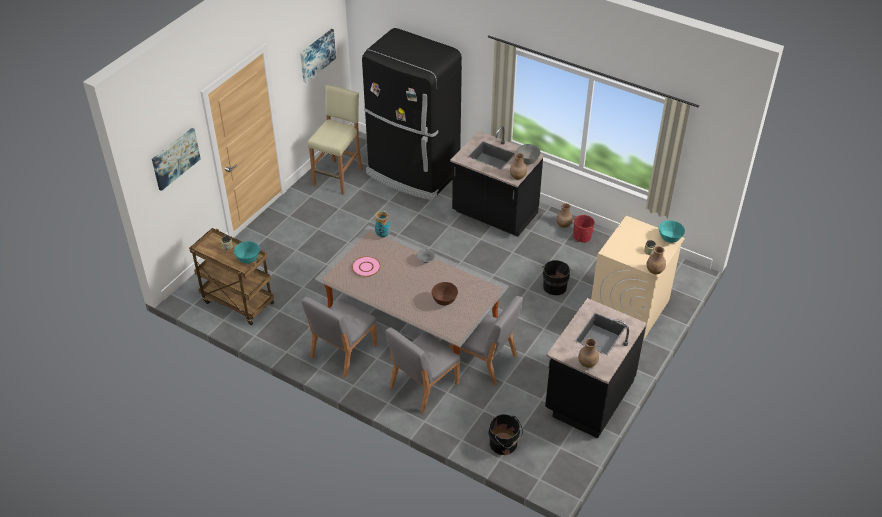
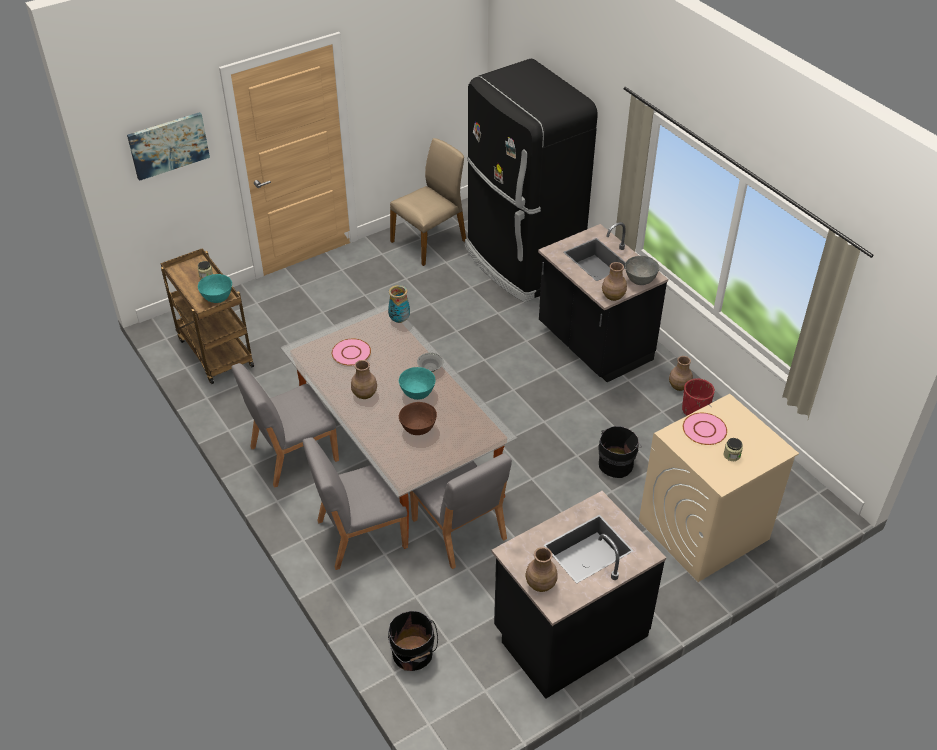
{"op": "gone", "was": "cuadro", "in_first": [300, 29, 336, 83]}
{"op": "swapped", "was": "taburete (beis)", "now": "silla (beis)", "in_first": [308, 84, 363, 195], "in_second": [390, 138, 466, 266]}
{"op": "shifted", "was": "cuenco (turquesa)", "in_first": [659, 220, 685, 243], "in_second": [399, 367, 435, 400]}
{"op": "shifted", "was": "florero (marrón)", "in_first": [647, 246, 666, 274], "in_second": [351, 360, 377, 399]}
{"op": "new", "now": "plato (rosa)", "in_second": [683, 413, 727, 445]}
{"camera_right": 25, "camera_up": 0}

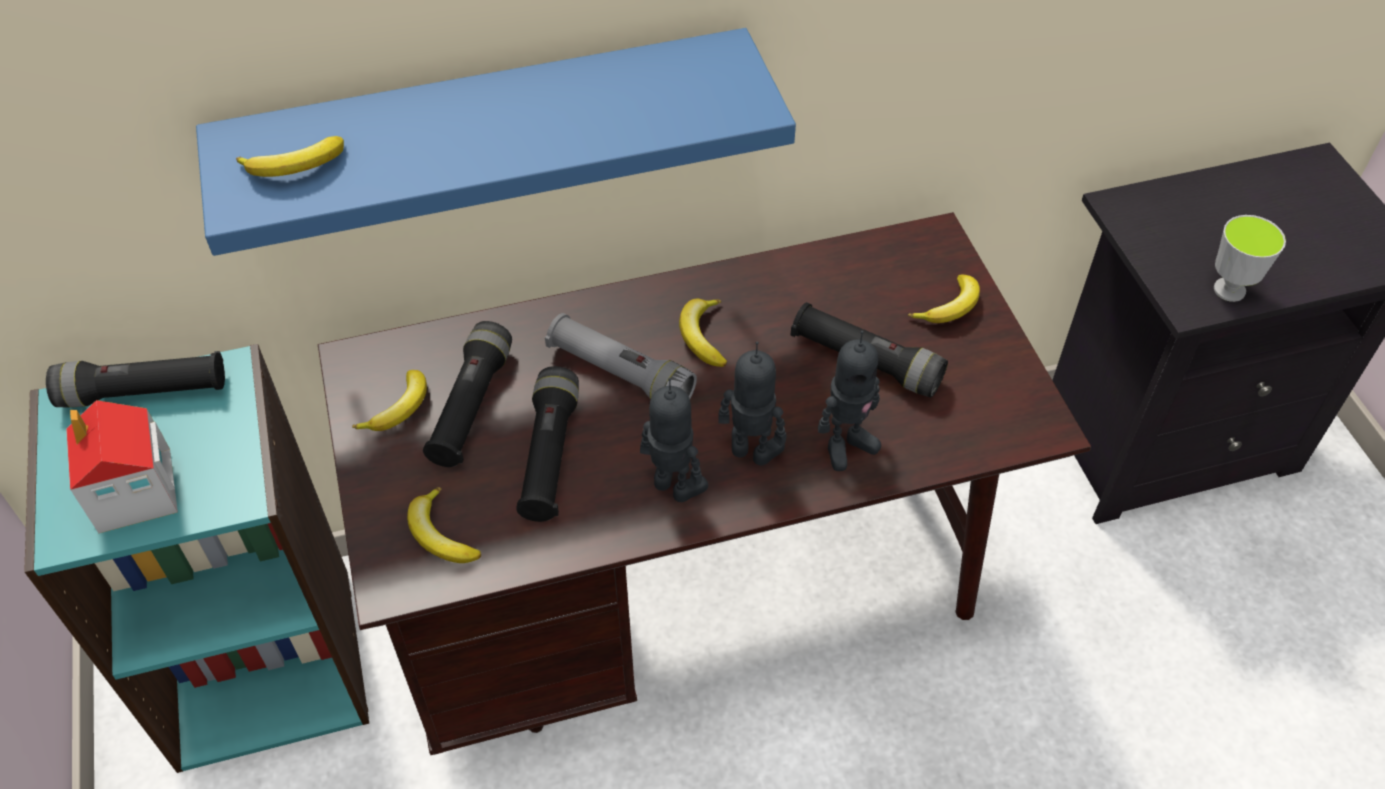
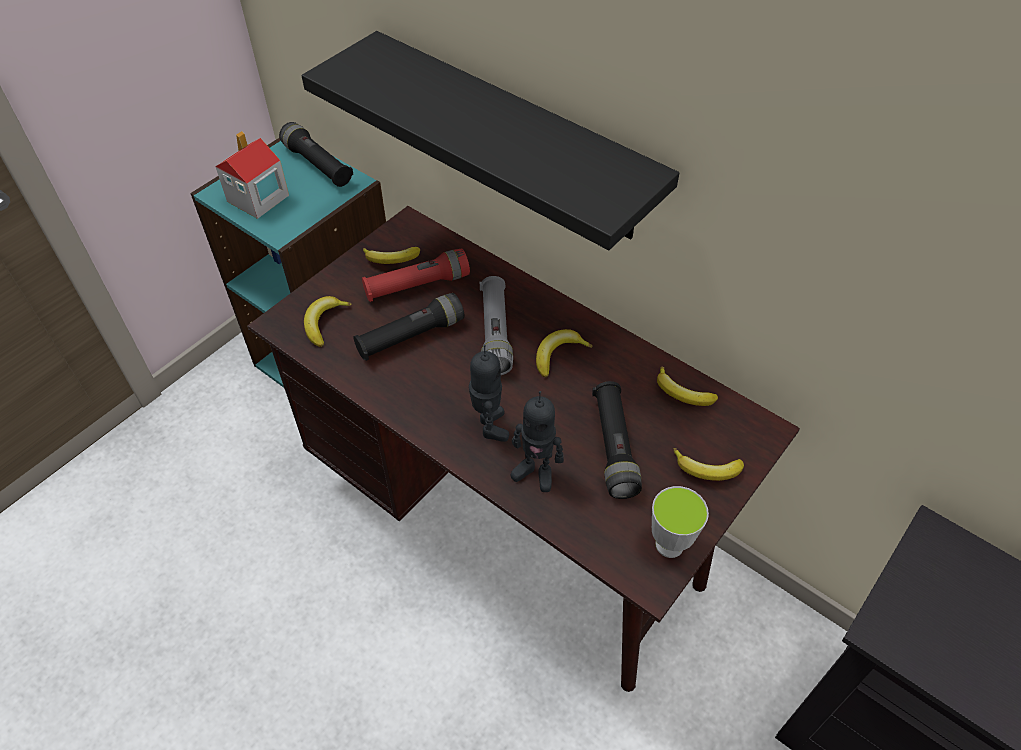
{"op": "repainted", "was": "estante (azul)", "now": "estante (negro)", "in_first": [196, 28, 796, 256], "in_second": [302, 31, 679, 250]}
{"op": "shifted", "was": "plátano", "in_first": [236, 136, 344, 177], "in_second": [657, 367, 718, 406]}
{"op": "shifted", "was": "taza", "in_first": [1214, 215, 1286, 302], "in_second": [652, 486, 709, 558]}
{"op": "repainted", "was": "linterna (negro)", "now": "linterna (rojo)", "in_first": [423, 321, 512, 467], "in_second": [362, 249, 470, 302]}
{"op": "gone", "was": "robot de juguete", "in_first": [640, 378, 708, 502]}
{"camera_right": 55, "camera_up": 0}

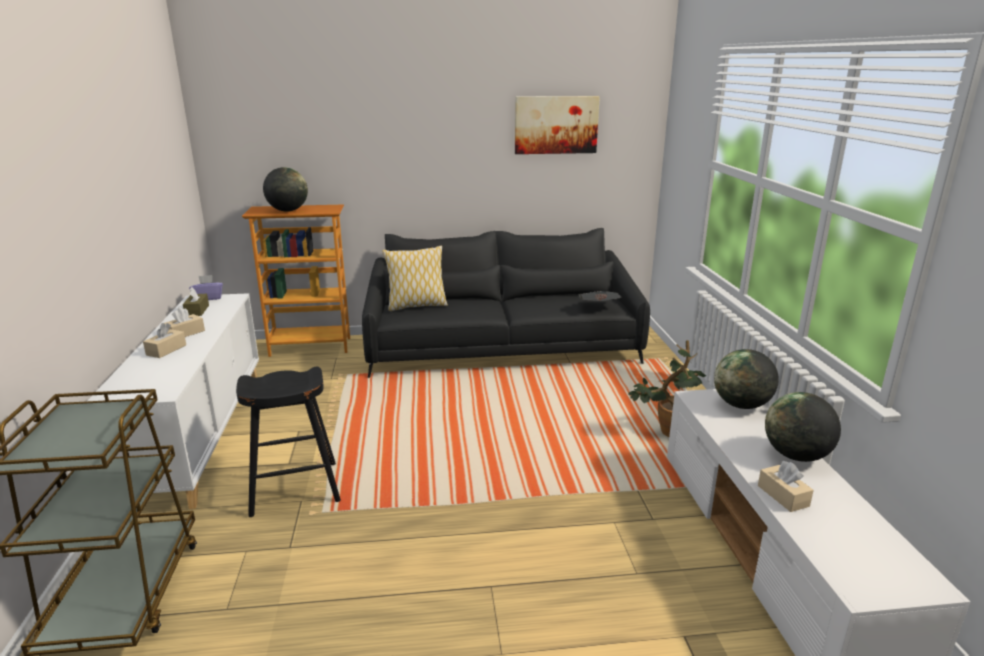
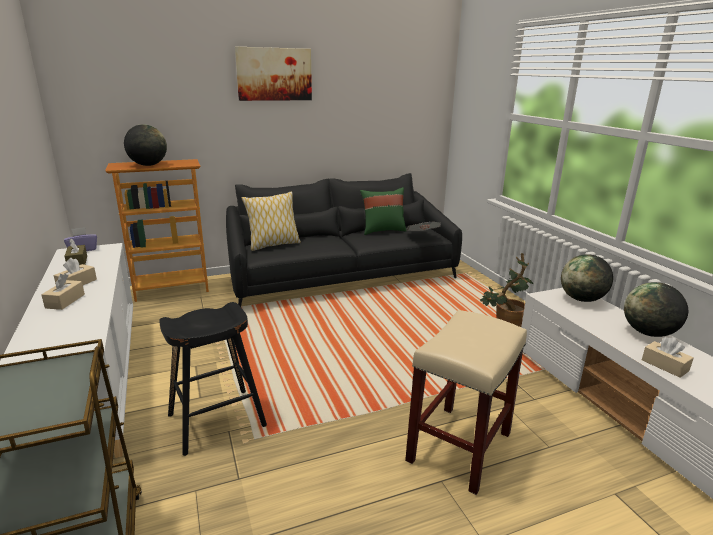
{"op": "shifted", "was": "cuadro", "in_first": [515, 96, 600, 154], "in_second": [235, 47, 312, 101]}
{"op": "new", "now": "cojín (verde)", "in_second": [360, 187, 407, 235]}
{"op": "new", "now": "taburete (beis)", "in_second": [405, 310, 527, 495]}
{"camera_right": -15, "camera_up": 0}

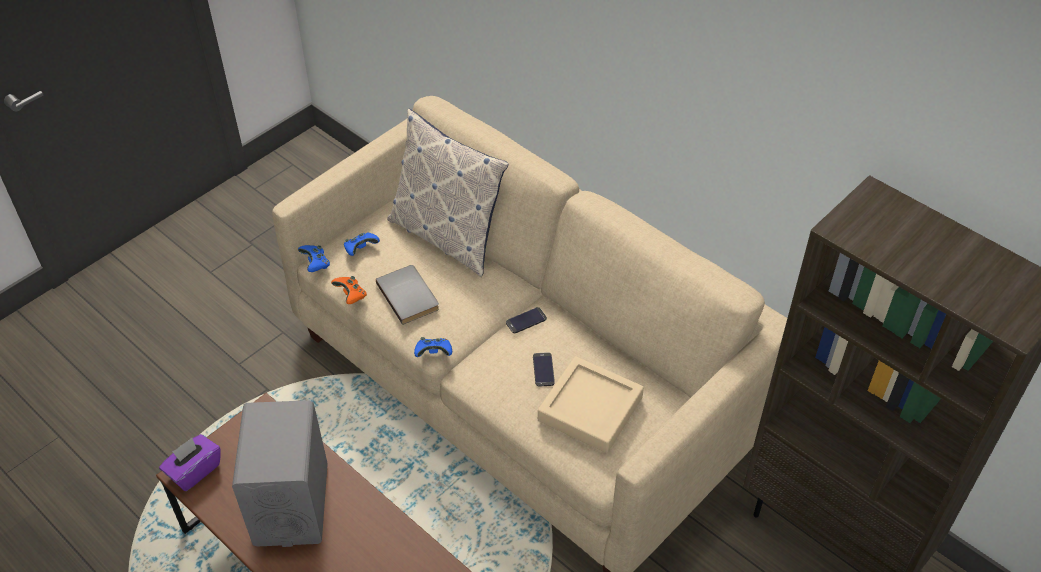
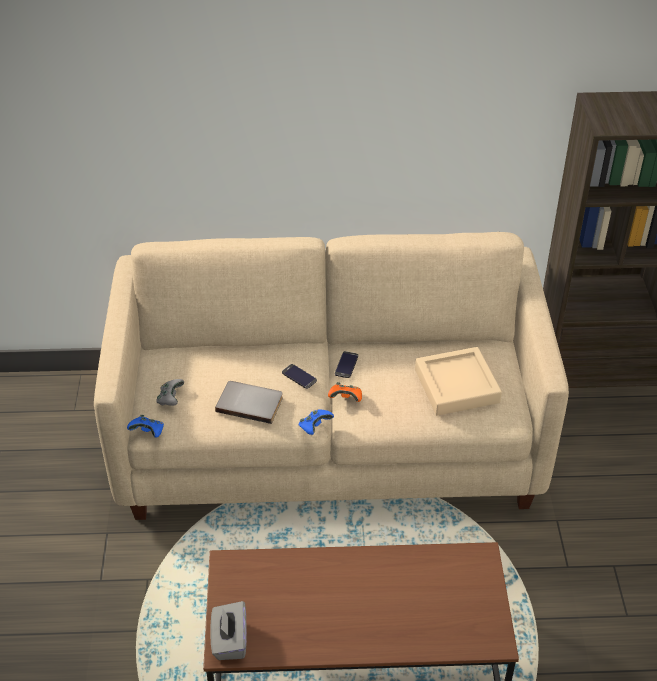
{"op": "gone", "was": "cojín", "in_first": [387, 109, 509, 277]}
{"op": "repainted", "was": "mando de consola (azul)", "now": "mando de consola (gris)", "in_first": [344, 232, 380, 256], "in_second": [156, 379, 184, 406]}
{"op": "shifted", "was": "mando de consola (naranja)", "in_first": [331, 276, 367, 304], "in_second": [328, 382, 362, 402]}
{"op": "shifted", "was": "móvil", "in_first": [533, 352, 555, 387], "in_second": [282, 364, 317, 389]}
{"op": "gone", "was": "altavoz (gris)", "in_first": [232, 400, 328, 547]}
{"op": "repainted", "was": "caja de pañuelos (morado)", "now": "caja de pañuelos (gris)", "in_first": [159, 434, 221, 491], "in_second": [210, 601, 247, 660]}
{"camera_right": -45, "camera_up": -5}

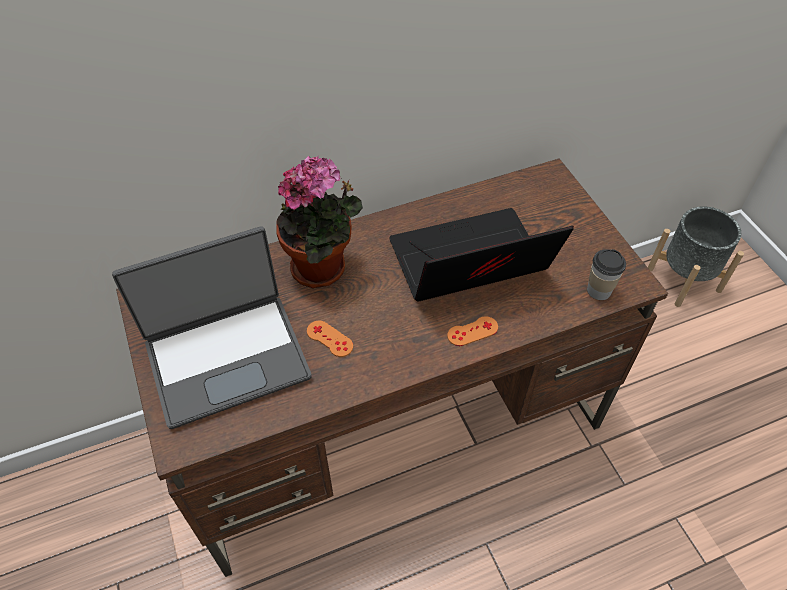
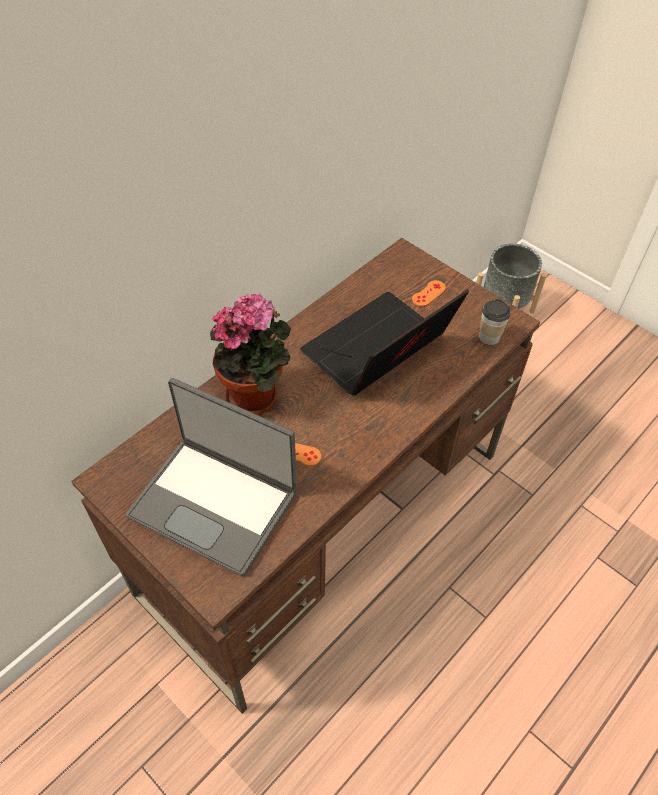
{"op": "rotated", "was": "portátil", "in_first": [112, 227, 312, 429], "in_second": [126, 378, 297, 576], "clockwise": 75}
{"op": "shifted", "was": "mando de consola (naranja)", "in_first": [447, 316, 498, 346], "in_second": [412, 280, 446, 307]}
{"camera_right": -25, "camera_up": 0}

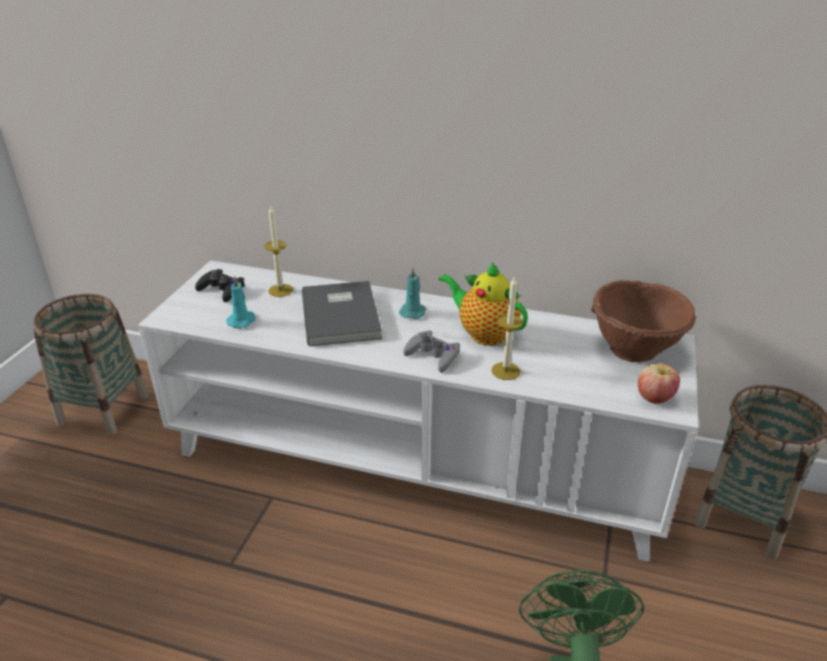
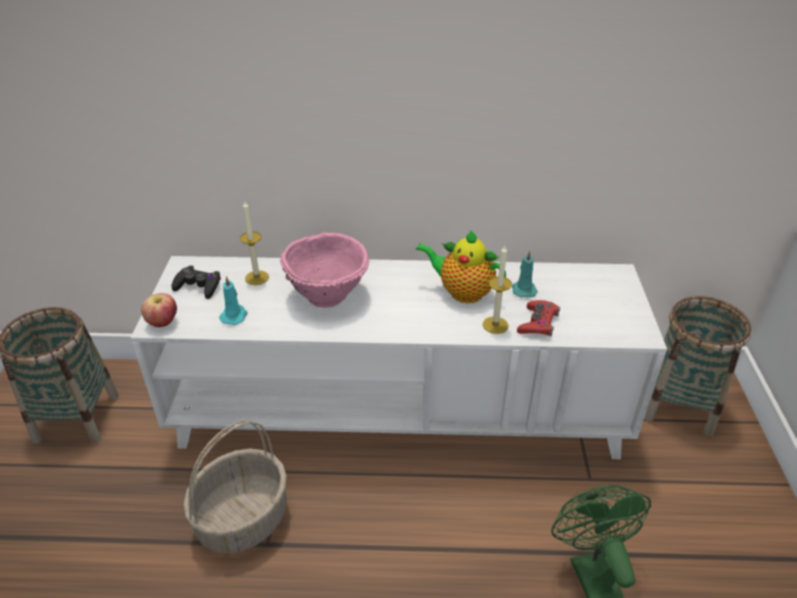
{"op": "shifted", "was": "vela (turquesa)", "in_first": [399, 268, 426, 319], "in_second": [512, 250, 538, 298]}
{"op": "gone", "was": "cuenco (marrón)", "in_first": [591, 280, 696, 362]}
{"op": "swapped", "was": "libro (gris)", "now": "cuenco (rosa)", "in_first": [302, 281, 382, 346], "in_second": [280, 232, 369, 308]}
{"op": "gone", "was": "mando de consola (gris)", "in_first": [404, 330, 460, 373]}
{"op": "shifted", "was": "manzana", "in_first": [638, 363, 680, 403], "in_second": [141, 293, 177, 327]}
{"op": "new", "now": "mando de consola (rojo)", "in_second": [517, 300, 560, 336]}
{"op": "new", "now": "cesta", "in_second": [183, 420, 287, 553]}
{"camera_right": -15, "camera_up": 5}

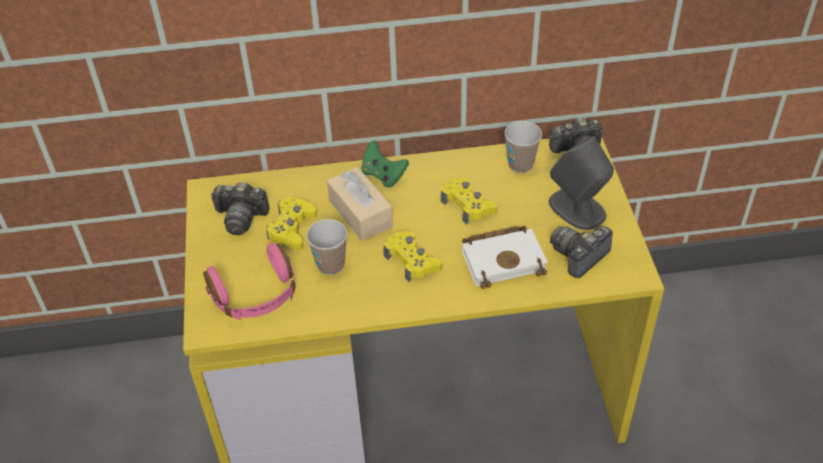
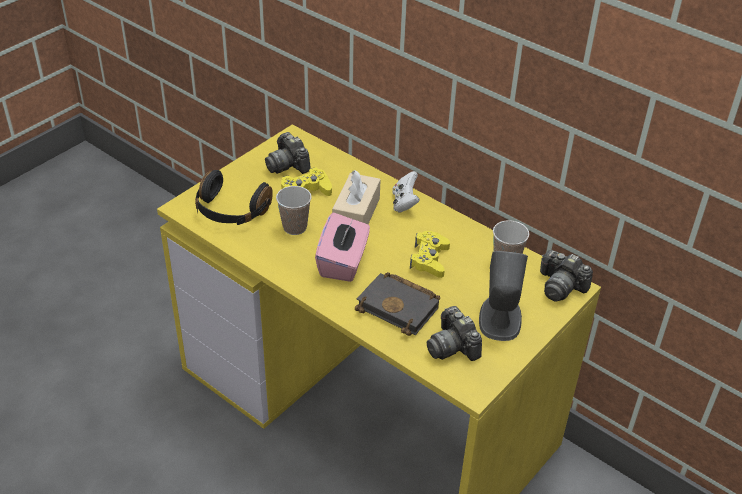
{"op": "repainted", "was": "mando de consola (verde)", "now": "mando de consola (blanco)", "in_first": [361, 141, 409, 187], "in_second": [392, 171, 420, 212]}
{"op": "repainted", "was": "libro (blanco)", "now": "libro (negro)", "in_first": [462, 226, 548, 289], "in_second": [355, 272, 440, 336]}
{"op": "rotated", "was": "cámara", "in_first": [550, 226, 613, 278], "in_second": [427, 306, 482, 361], "clockwise": -120}
{"op": "swapped", "was": "mando de consola (amarillo)", "now": "caja de pañuelos (rosa)", "in_first": [383, 231, 442, 282], "in_second": [315, 212, 370, 282]}
{"op": "repainted", "was": "auriculares (rosa)", "now": "auriculares (negro)", "in_first": [203, 243, 295, 320], "in_second": [195, 170, 273, 225]}
{"camera_right": 45, "camera_up": -5}

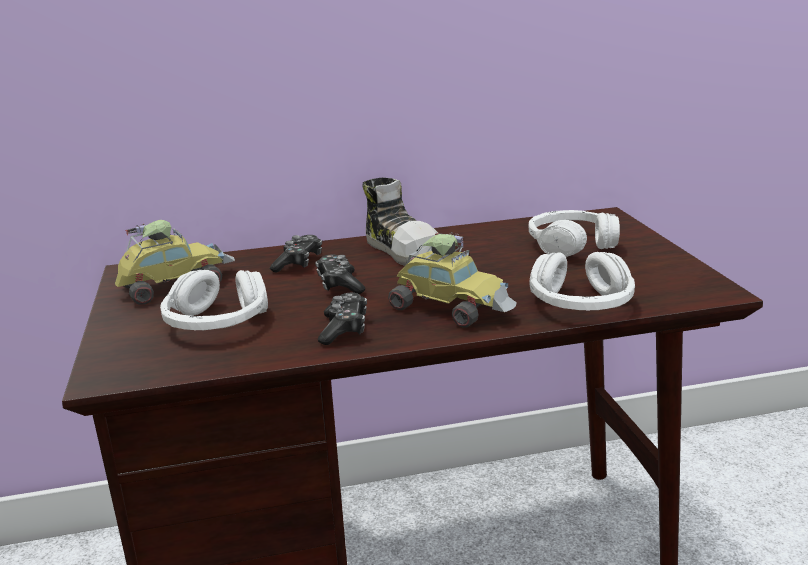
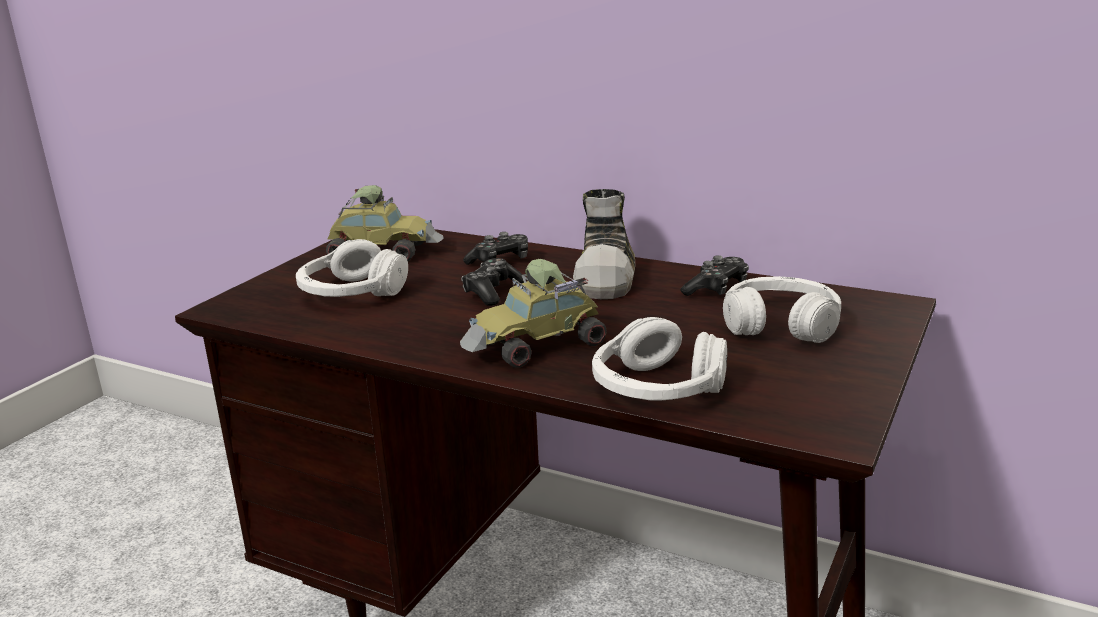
{"op": "rotated", "was": "coche de juguete", "in_first": [388, 232, 517, 328], "in_second": [460, 259, 607, 368], "clockwise": 75}
{"op": "shifted", "was": "mando de consola", "in_first": [318, 293, 367, 345], "in_second": [680, 255, 749, 296]}
{"camera_right": 40, "camera_up": 0}

